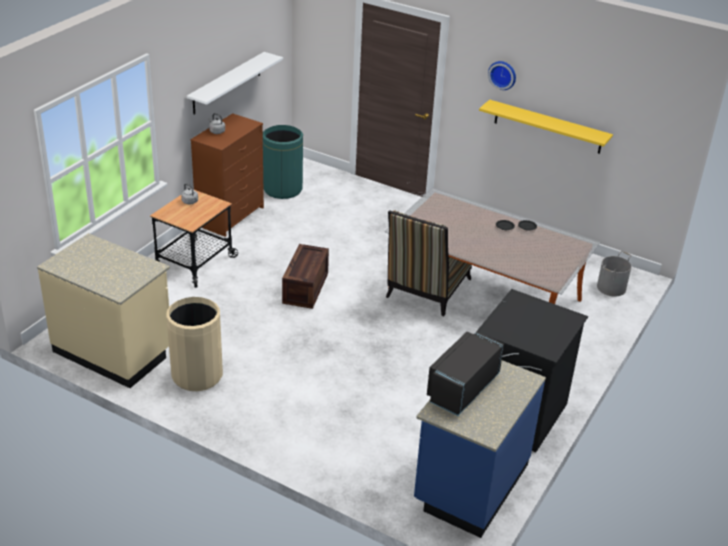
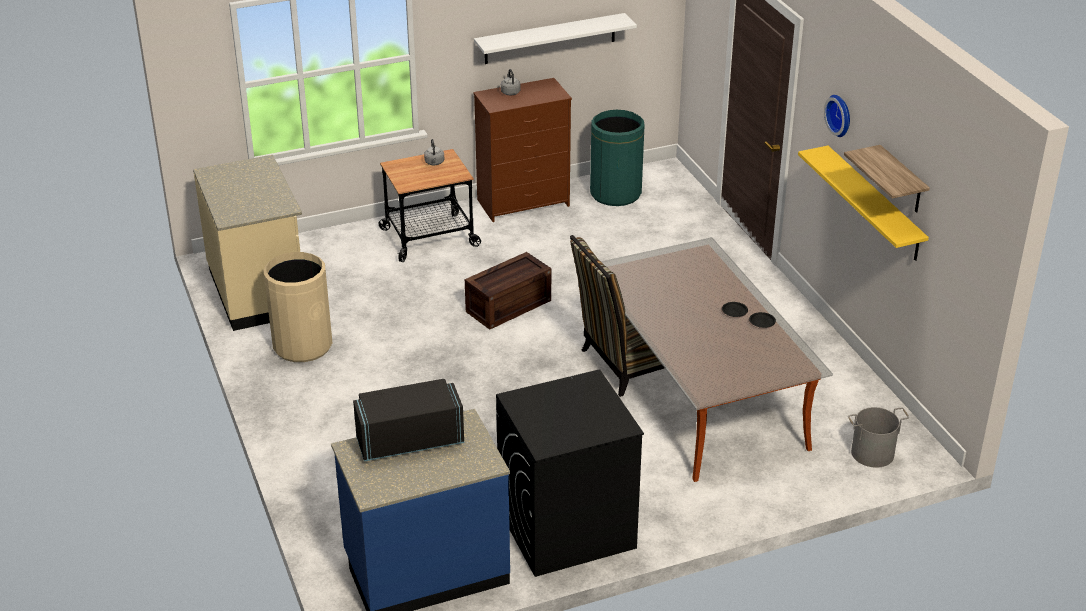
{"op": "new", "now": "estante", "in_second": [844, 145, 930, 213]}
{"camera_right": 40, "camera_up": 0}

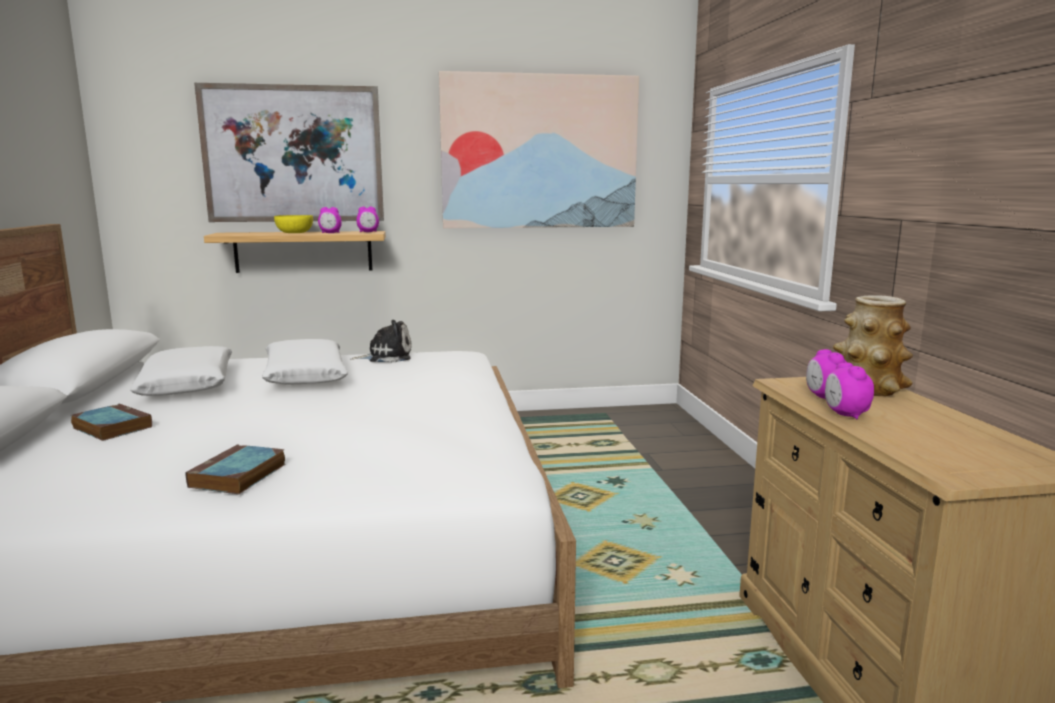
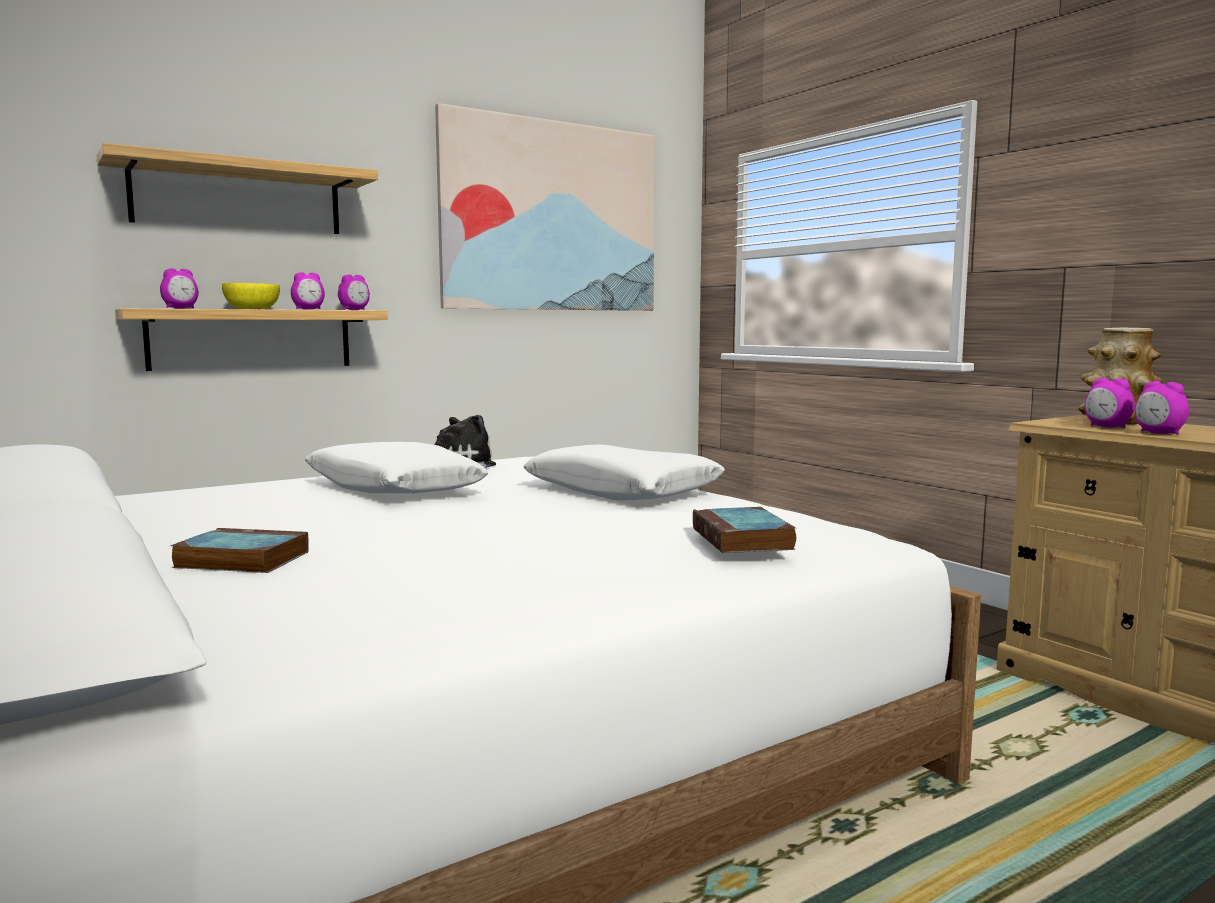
{"op": "swapped", "was": "cuadro", "now": "estante", "in_first": [194, 83, 384, 222], "in_second": [97, 143, 378, 234]}
{"op": "shifted", "was": "cojín (blanco)", "in_first": [130, 346, 232, 396], "in_second": [523, 445, 725, 500]}
{"op": "shifted", "was": "libro", "in_first": [185, 444, 286, 494], "in_second": [693, 507, 796, 553]}
{"op": "new", "now": "despertador", "in_second": [160, 268, 199, 309]}
{"camera_right": -25, "camera_up": -5}

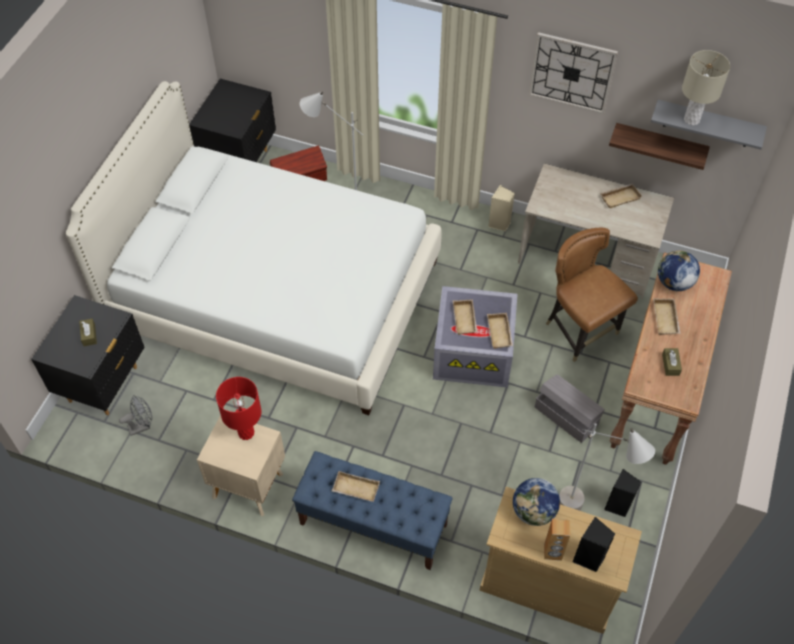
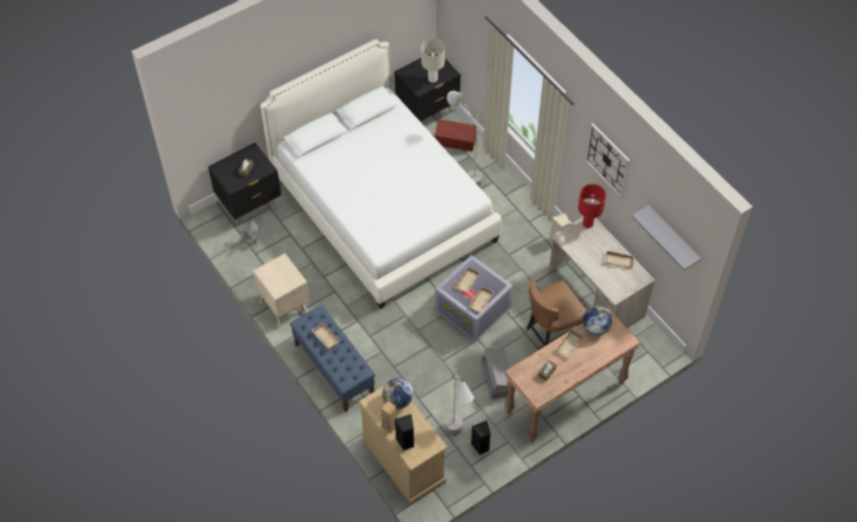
{"op": "shifted", "was": "lámpara de mesa (beis)", "in_first": [682, 50, 730, 125], "in_second": [421, 39, 445, 83]}
{"op": "gone", "was": "estante", "in_first": [609, 123, 710, 170]}
{"op": "rotated", "was": "silla (marrón)", "in_first": [546, 228, 638, 362], "in_second": [525, 277, 587, 347], "clockwise": -120}
{"op": "shifted", "was": "lámpara de mesa (rojo)", "in_first": [216, 377, 262, 440], "in_second": [578, 184, 606, 228]}
{"camera_right": 35, "camera_up": 0}

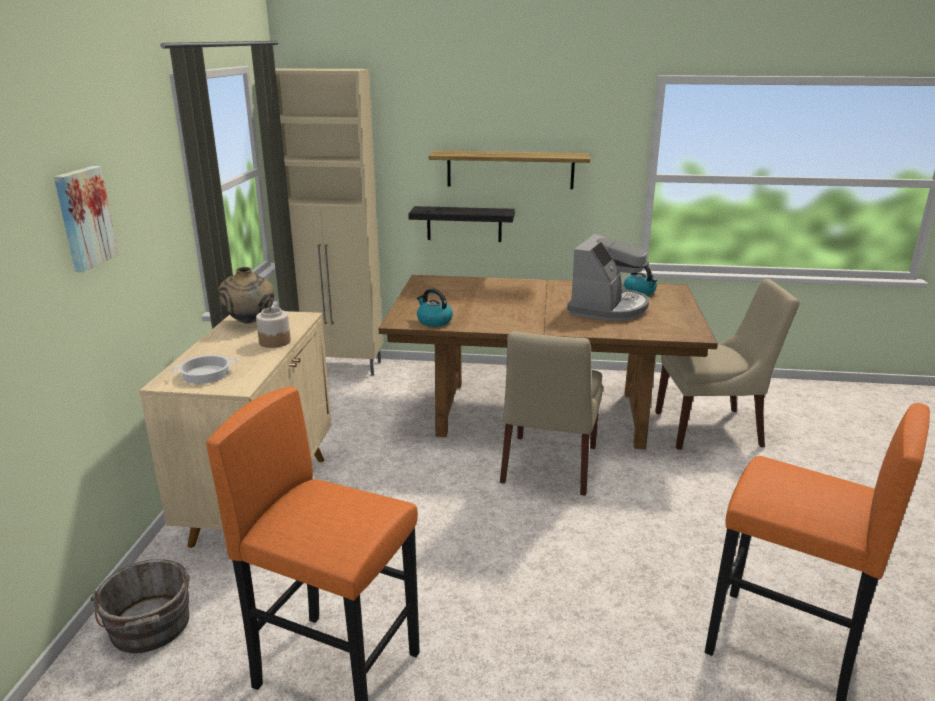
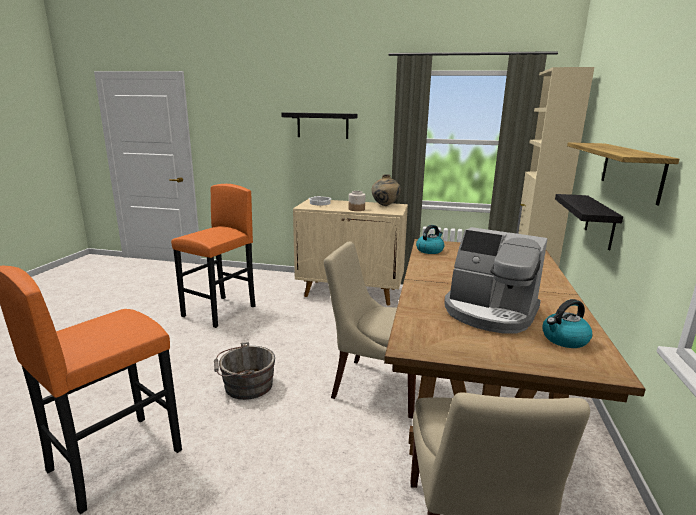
{"op": "swapped", "was": "cuadro", "now": "estante (negro)", "in_first": [54, 166, 118, 272], "in_second": [282, 113, 357, 139]}
{"op": "shifted", "was": "cubo (gris)", "in_first": [90, 559, 190, 653], "in_second": [214, 342, 275, 400]}
{"camera_right": 95, "camera_up": -5}

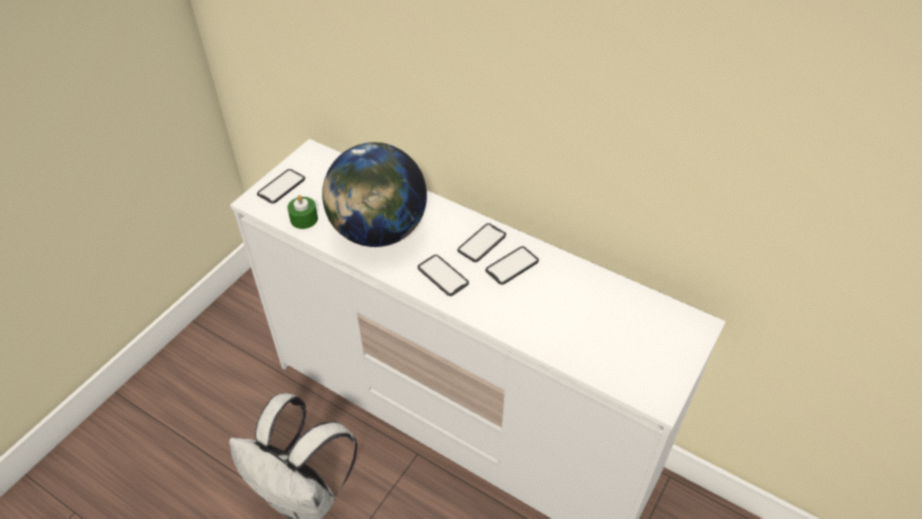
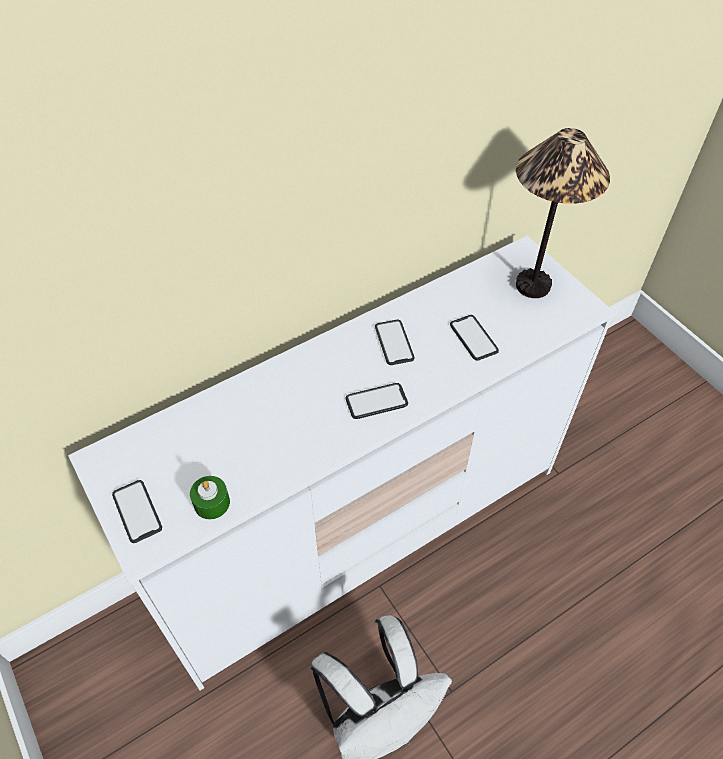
{"op": "gone", "was": "globo terráqueo", "in_first": [322, 142, 427, 247]}
{"op": "shifted", "was": "móvil", "in_first": [457, 223, 506, 262], "in_second": [450, 315, 499, 361]}
{"op": "new", "now": "lámpara de mesa", "in_second": [516, 128, 610, 298]}
{"camera_right": -65, "camera_up": 5}

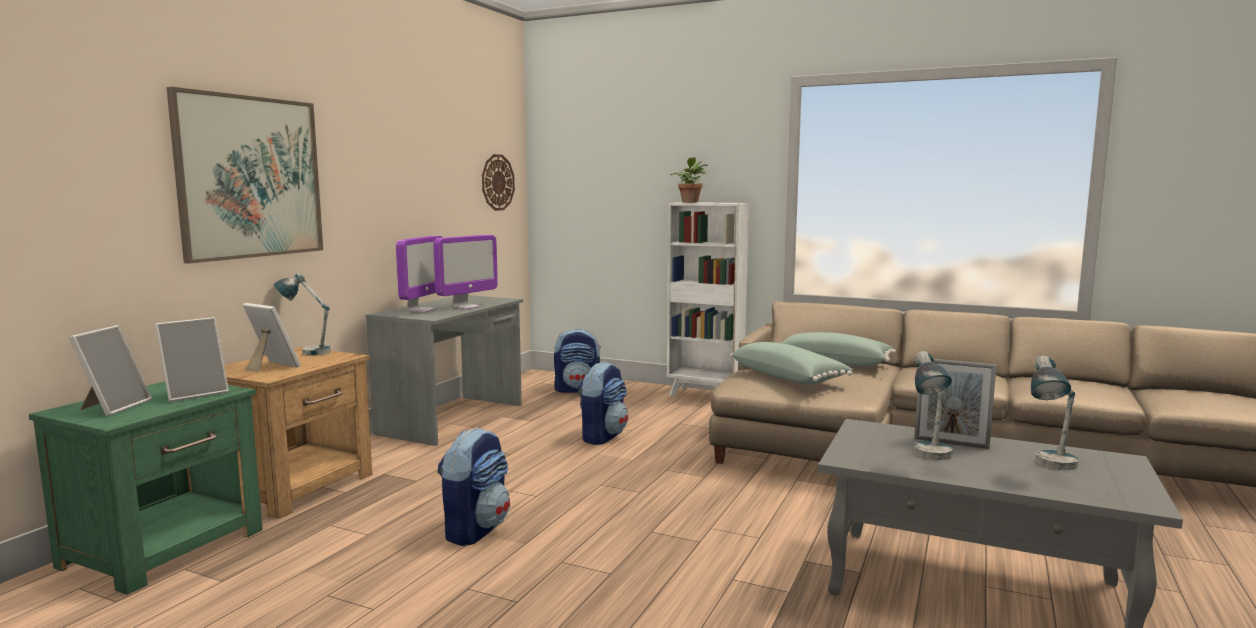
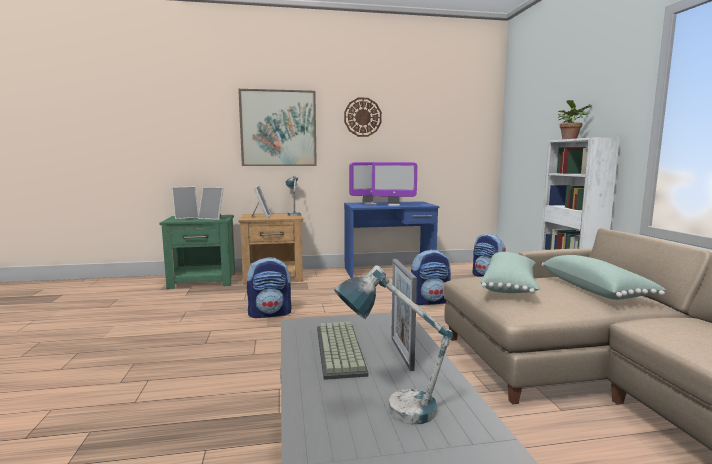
{"op": "shifted", "was": "reloj de pared", "in_first": [482, 154, 515, 211], "in_second": [344, 98, 382, 137]}
{"op": "repainted", "was": "escritorio (gris)", "now": "escritorio (azul)", "in_first": [366, 295, 523, 446], "in_second": [344, 201, 439, 278]}
{"op": "swapped", "was": "lámpara de mesa", "now": "teclado", "in_first": [913, 351, 953, 460], "in_second": [317, 322, 369, 380]}
{"camera_right": 55, "camera_up": 0}

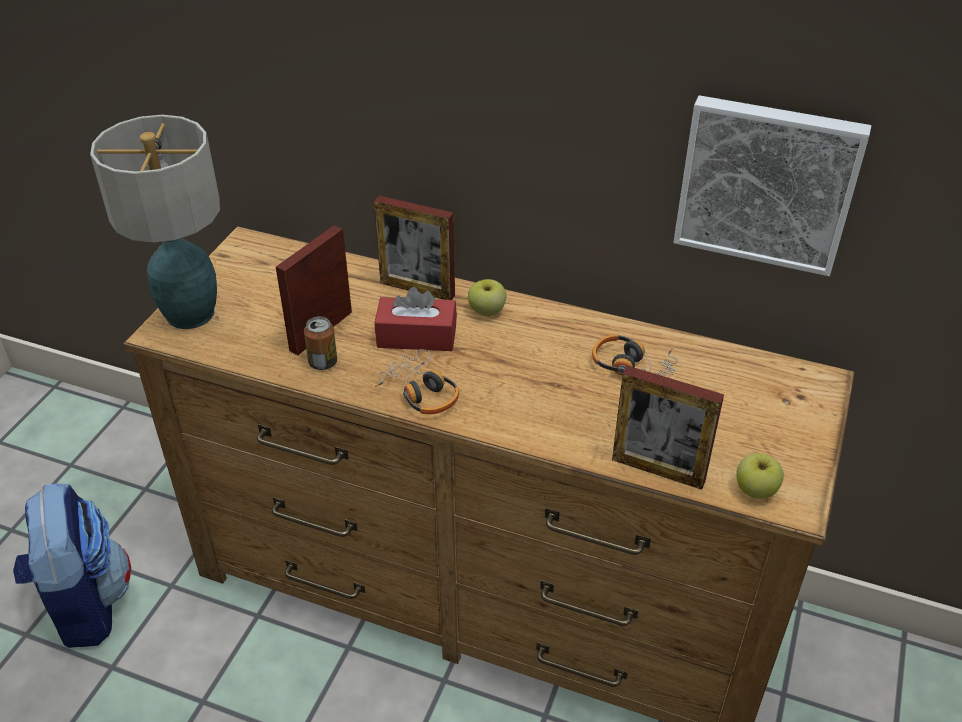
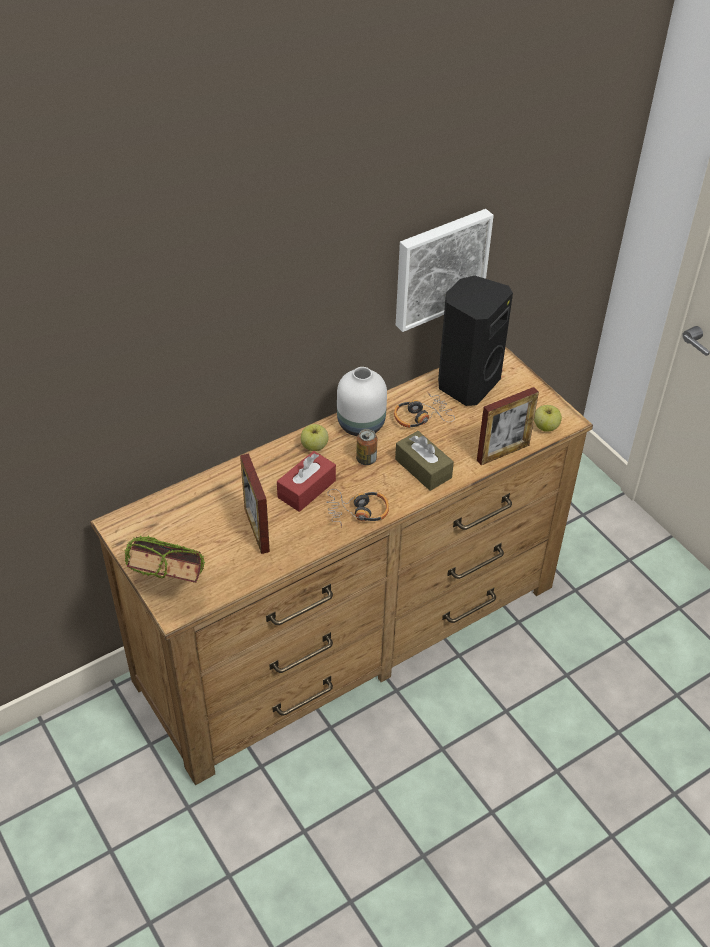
{"op": "swapped", "was": "lámpara de mesa", "now": "libro", "in_first": [90, 115, 220, 329], "in_second": [124, 535, 206, 583]}
{"op": "gone", "was": "portarretratos", "in_first": [374, 196, 455, 300]}
{"op": "shifted", "was": "lata", "in_first": [304, 316, 337, 370], "in_second": [356, 429, 377, 465]}
{"op": "gone", "was": "mochila", "in_first": [13, 483, 131, 648]}
{"op": "new", "now": "altavoz (negro)", "in_second": [438, 276, 513, 406]}
{"op": "new", "now": "florero (blanco)", "in_second": [337, 367, 387, 436]}
{"op": "new", "now": "caja de pañuelos (marrón)", "in_second": [395, 431, 454, 491]}
{"camera_right": -55, "camera_up": 5}

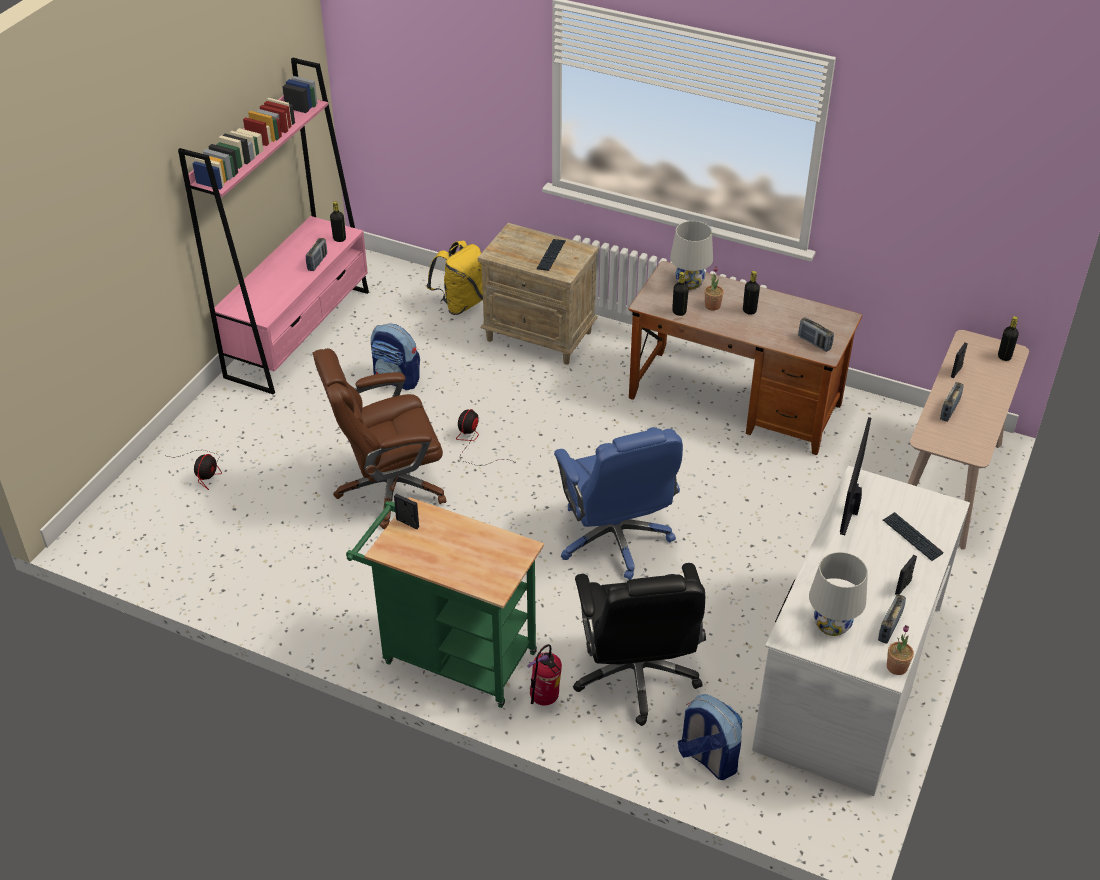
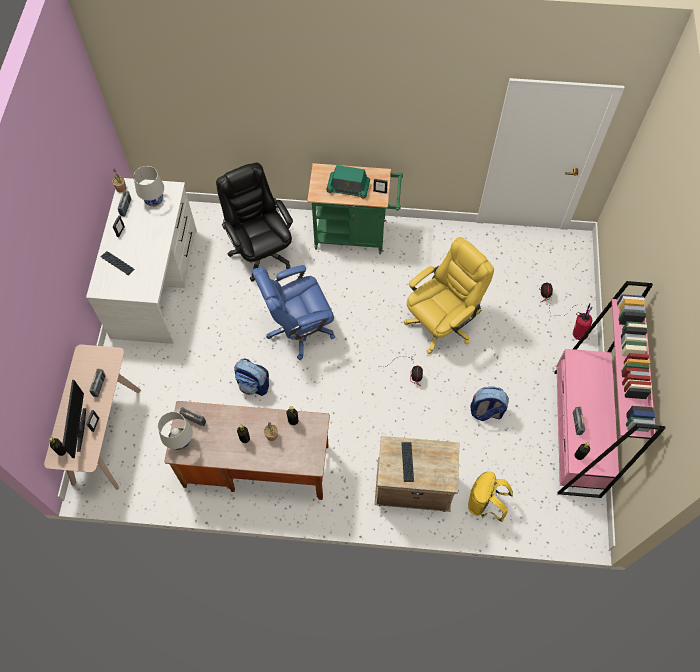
{"op": "shifted", "was": "lámpara de mesa (blanco)", "in_first": [670, 221, 713, 289], "in_second": [158, 412, 193, 450]}
{"op": "repainted", "was": "silla de oficina (marrón)", "now": "silla de oficina (amarillo)", "in_first": [312, 348, 446, 529], "in_second": [403, 237, 494, 354]}
{"op": "shifted", "was": "monitor", "in_first": [840, 417, 871, 535], "in_second": [62, 380, 86, 458]}
{"op": "rotated", "was": "silla de oficina (azul)", "in_first": [554, 427, 683, 580], "in_second": [252, 265, 335, 360], "clockwise": -75}
{"op": "shifted", "was": "extintor", "in_first": [527, 644, 562, 705], "in_second": [573, 303, 593, 340]}
{"op": "shifted", "was": "mochila", "in_first": [678, 694, 742, 780], "in_second": [234, 358, 269, 396]}
{"op": "new", "now": "radio", "in_second": [326, 165, 370, 198]}
{"camera_right": 160, "camera_up": 20}

